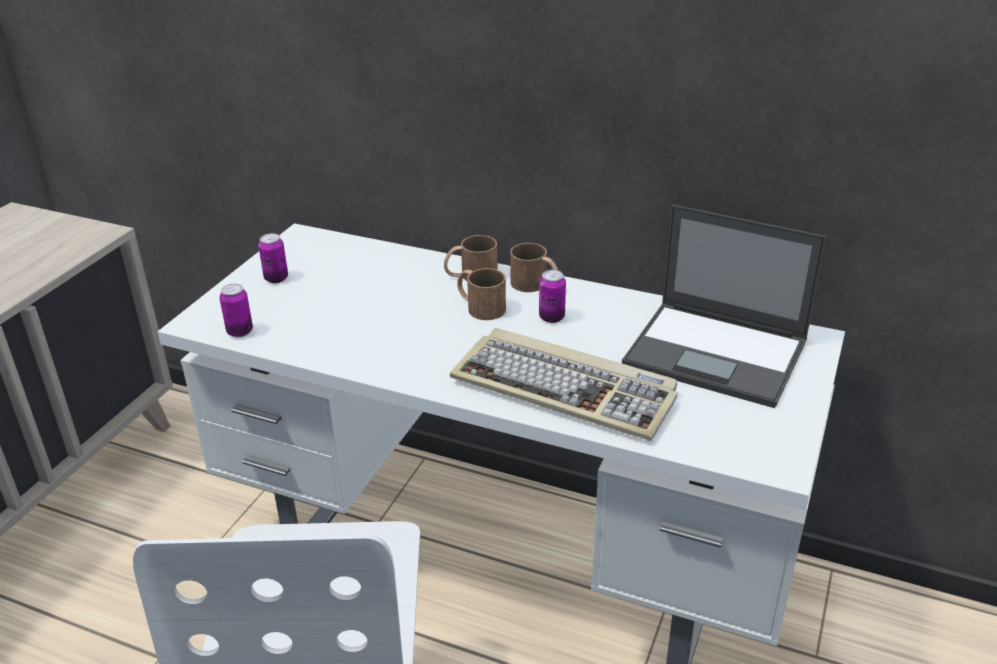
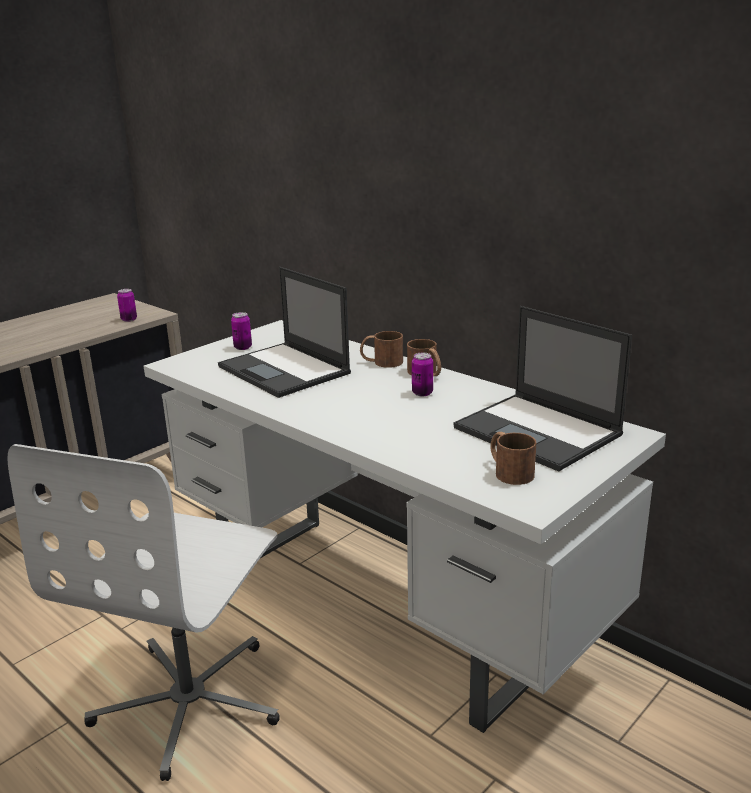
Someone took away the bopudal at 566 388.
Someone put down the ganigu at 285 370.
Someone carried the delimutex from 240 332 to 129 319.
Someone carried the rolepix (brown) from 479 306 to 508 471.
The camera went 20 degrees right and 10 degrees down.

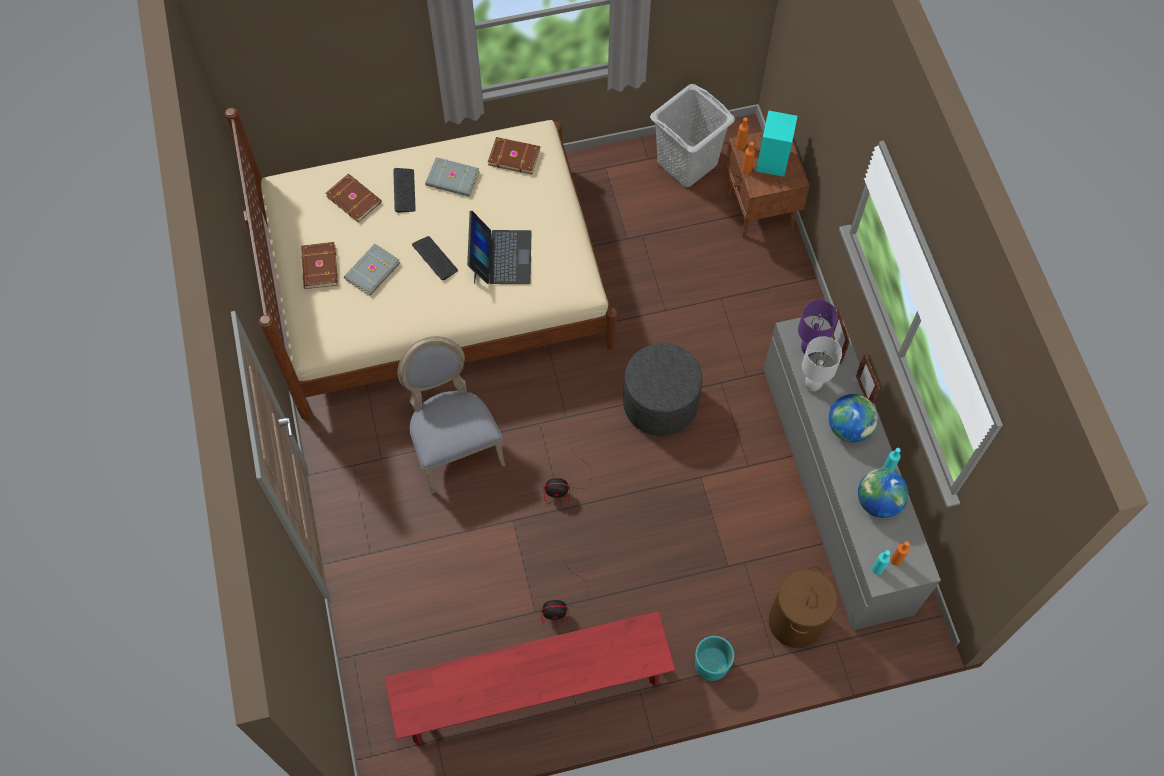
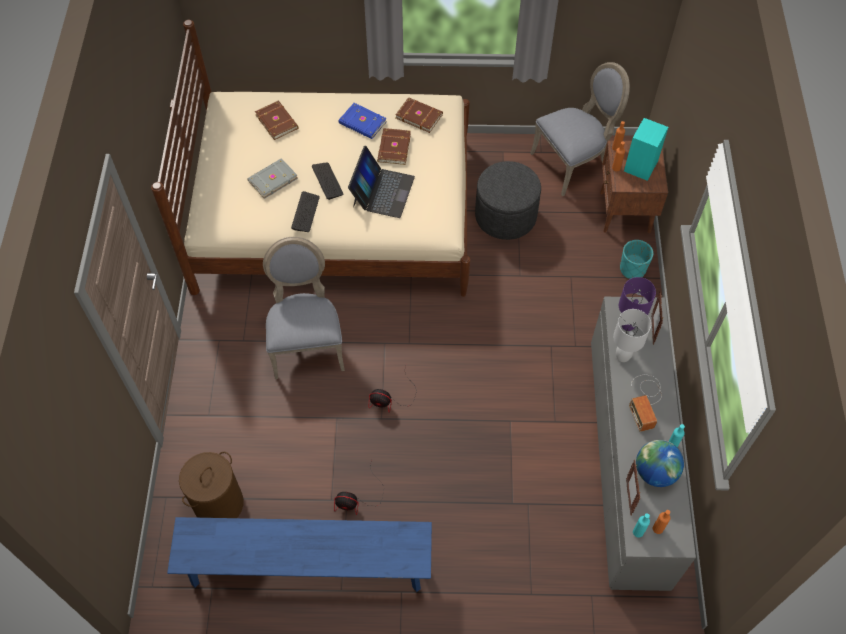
Someone carried the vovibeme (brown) from 318 267 to 393 148.
Someone carried the bopudal from 404 191 to 305 212.
Someone carried the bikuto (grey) from 660 403 to 505 216.
Someone carried the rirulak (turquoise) from 711 664 to 632 269.
Someone carried the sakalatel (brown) from 795 622 to 218 504.
Someone carried the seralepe from 863 392 to 628 497.
Someone swapped the sakalatel (grey) at 687 163 for the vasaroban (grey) at 573 162.
Someone swapped the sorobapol at 849 428 for the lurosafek at 645 401.
Someone repainted the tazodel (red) at 532 690, which became the tazodel (blue) at 307 567.
Someone repainted the vovibeme (grey) at 452 179, which became the vovibeme (blue) at 362 123.
The camera went 15 degrees right and 5 degrees down.

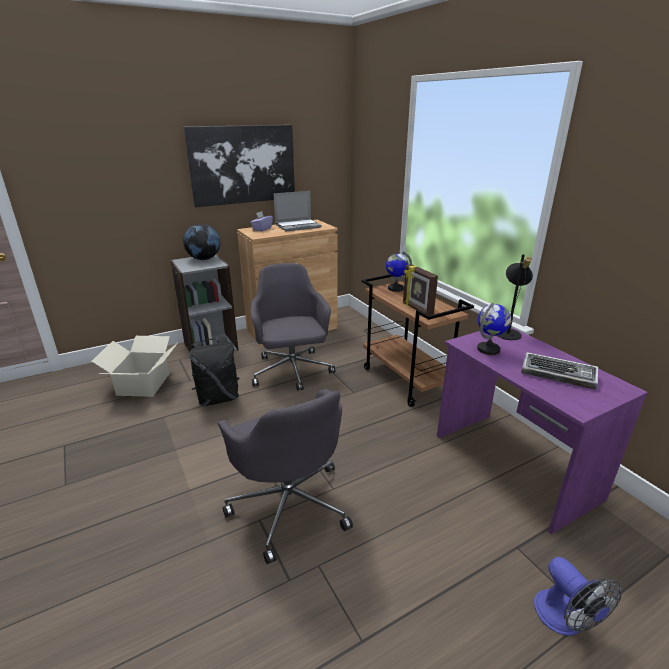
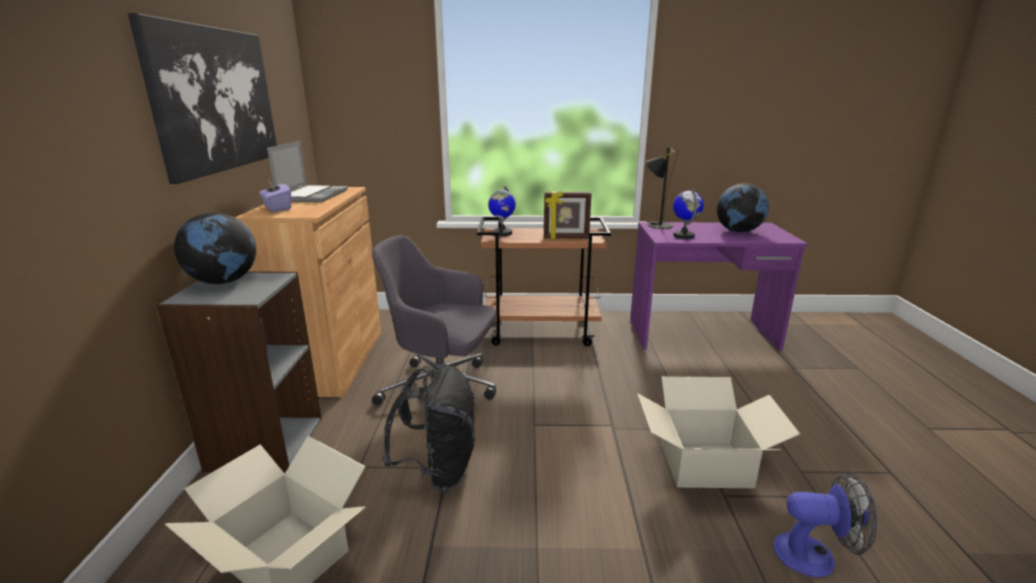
Someone carried the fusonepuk from 565 620 to 815 555.
Someone swapped the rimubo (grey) at 289 504 for the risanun at 705 465.
Someone swapped the bopudal at 559 375 for the sorobapol at 738 231.
The camera went 60 degrees left and 5 degrees down.

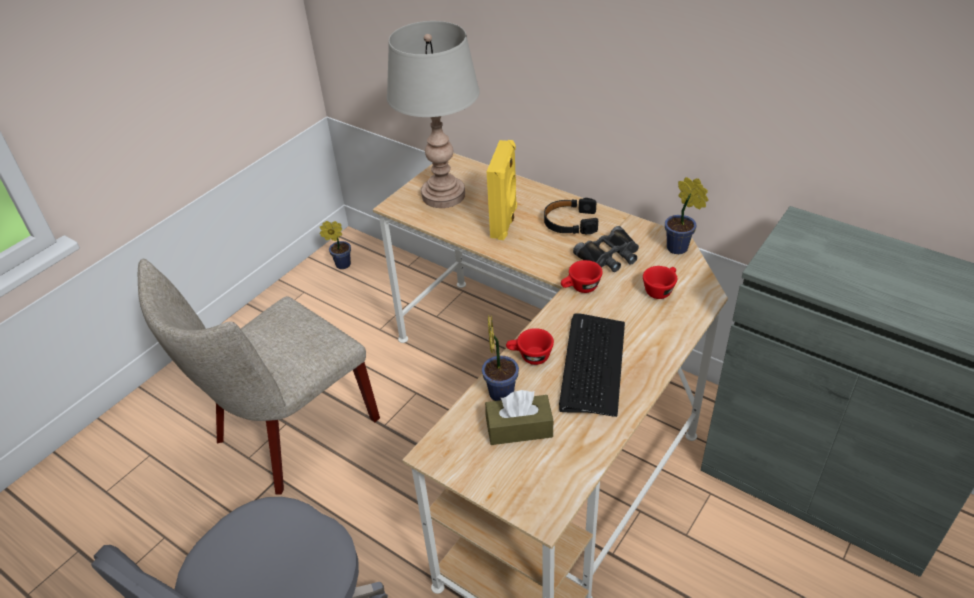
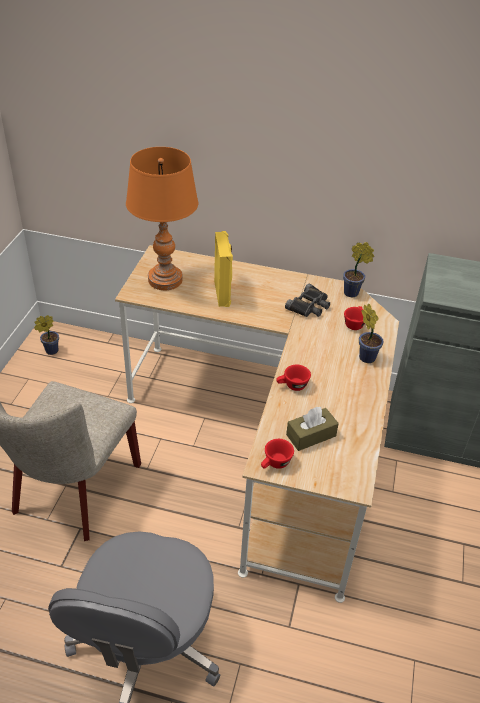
Someone took away the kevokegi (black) at 570 223.
Someone took away the bopudal at 592 364.
Someone carried the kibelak from 501 390 to 366 356.
Someone carried the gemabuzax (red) from 580 288 to 275 464.
Someone repainted the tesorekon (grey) at 443 195, which became the tesorekon (orange) at 165 280.
The camera went 25 degrees left and 0 degrees up.

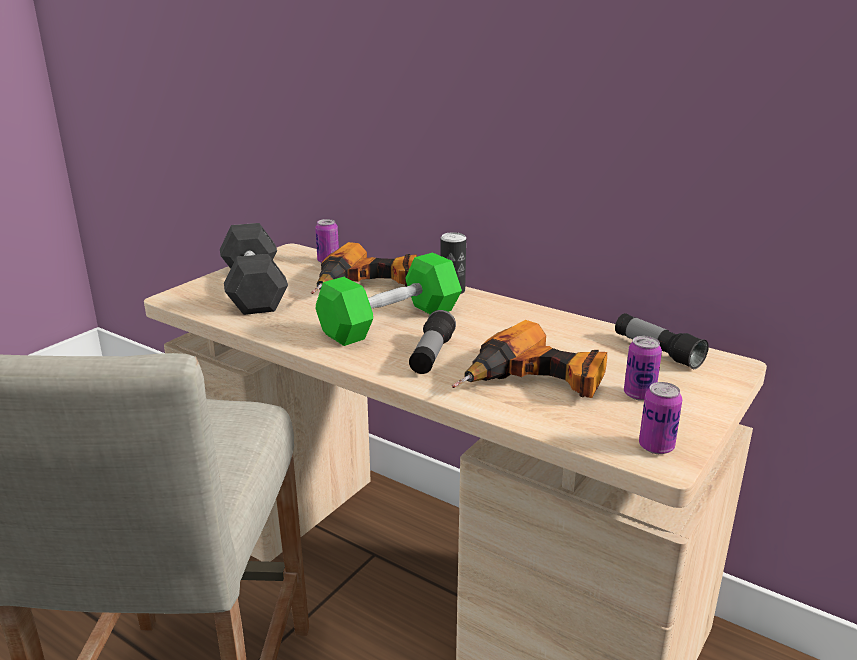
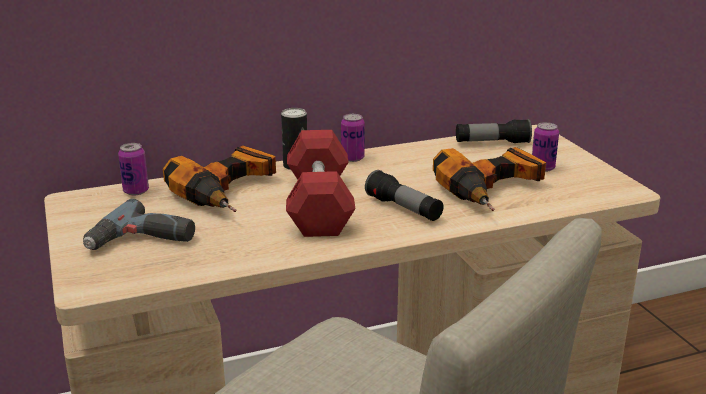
Someone carried the delimutex from 656 447 to 352 158.
Someone swapped the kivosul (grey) at 254 289 for the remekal at 142 241.
Someone repainted the kivosul (green) at 390 322, which became the kivosul (red) at 319 205.
The camera went 55 degrees left and 0 degrees up.

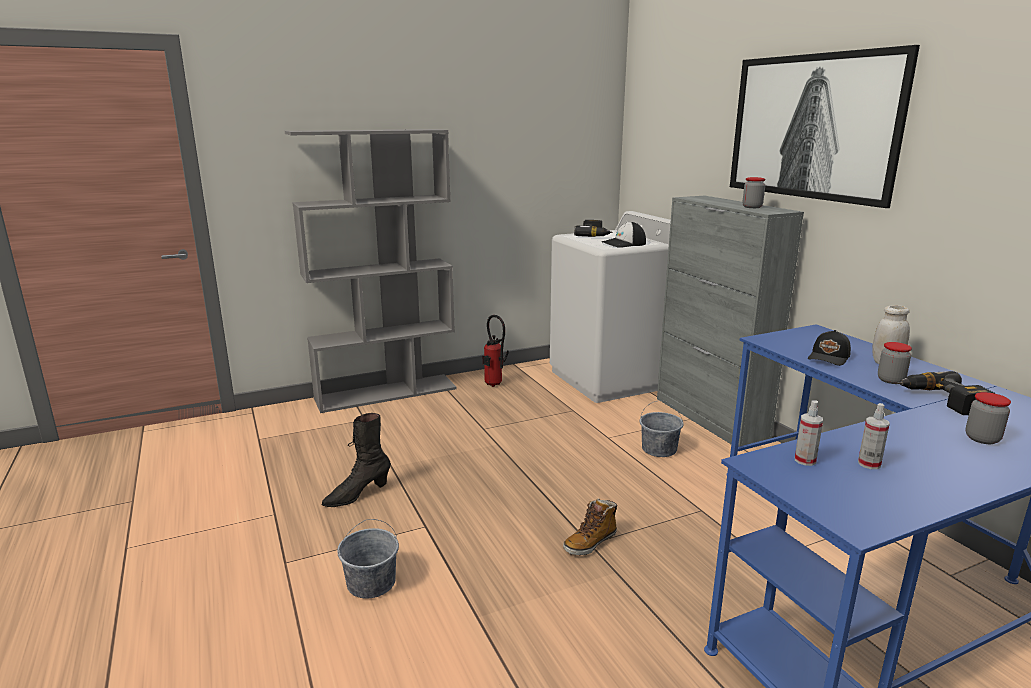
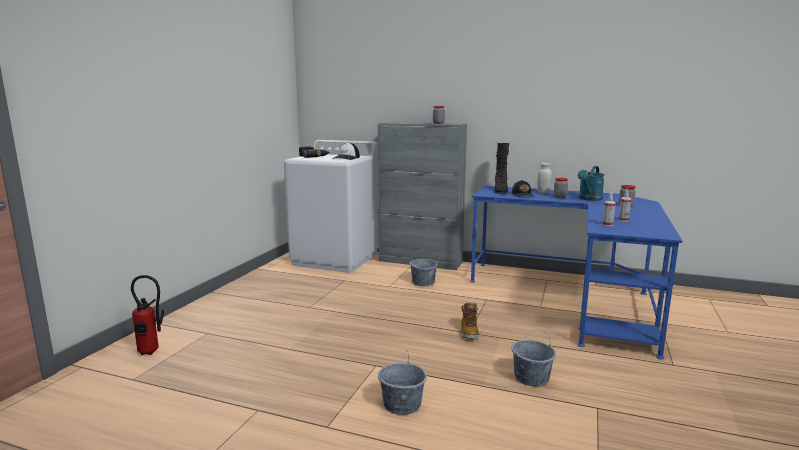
Someone took away the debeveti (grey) at 386 393.
Someone took away the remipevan at 813 127.
Someone put down the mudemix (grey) at 531 377.
Someone carried the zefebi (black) from 357 495 to 500 191.
Someone carried the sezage from 494 385 to 151 353.
Someone swapped the remekal at 941 401 for the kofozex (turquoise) at 589 199.
The camera went 45 degrees left and 5 degrees down.

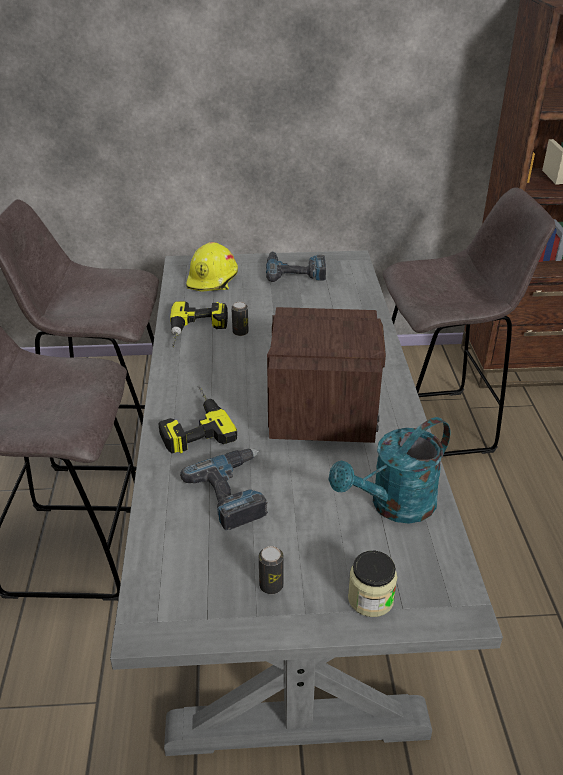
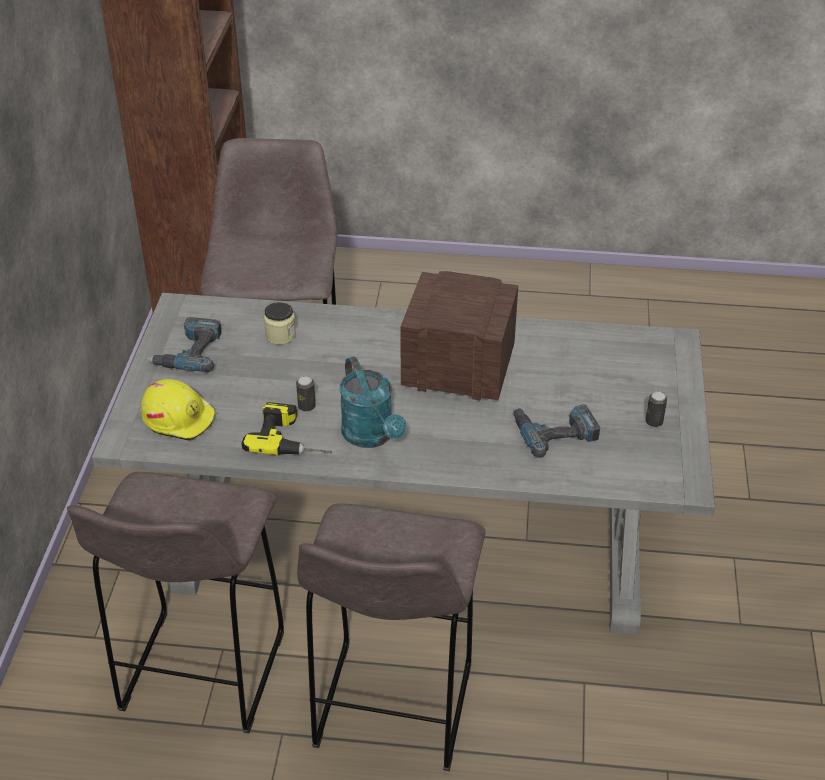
Someone took away the remekal at 191 424.
Someone carried the kofozex (turquoise) from 394 506 to 372 436.
Someone carried the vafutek from 370 599 to 280 335.
The camera went 80 degrees left and 5 degrees up.

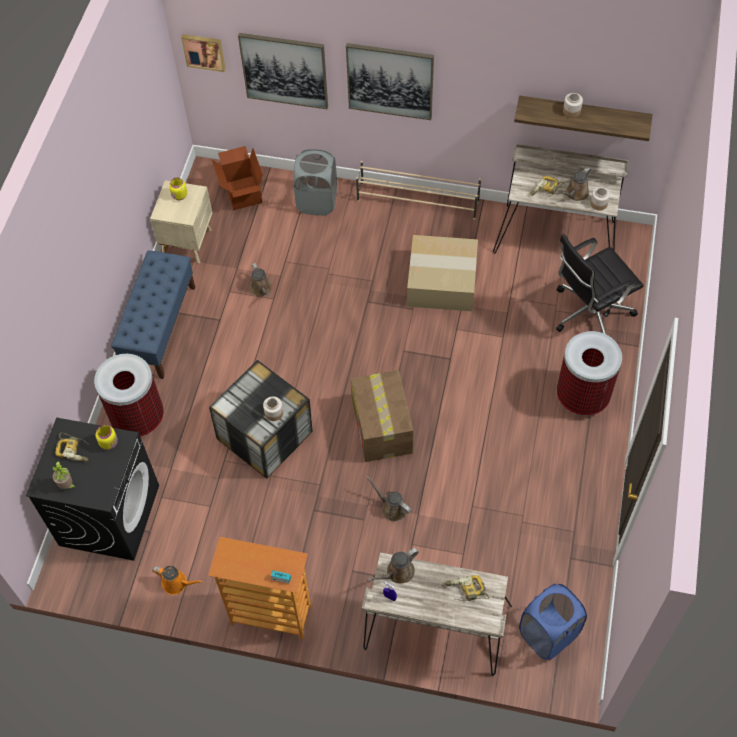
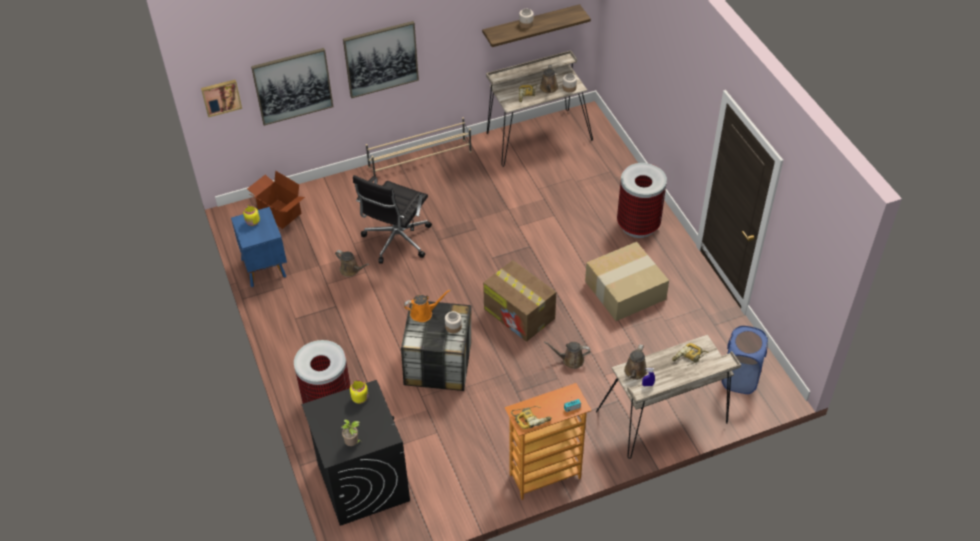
Someone took away the tazodel (blue) at 160 328.
Someone took away the sakalatel (grey) at 317 201.
Someone carried the remekal from 74 450 to 531 418.
Someone carried the kofozex (orange) from 177 583 to 424 313.
Someone carried the risanun from 443 281 to 625 289.
Someone carried the rimubo (black) from 589 313 to 396 240.
Someone repainted the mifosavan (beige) at 188 242, which became the mifosavan (blue) at 264 267.
The camera went 35 degrees left and 10 degrees down.

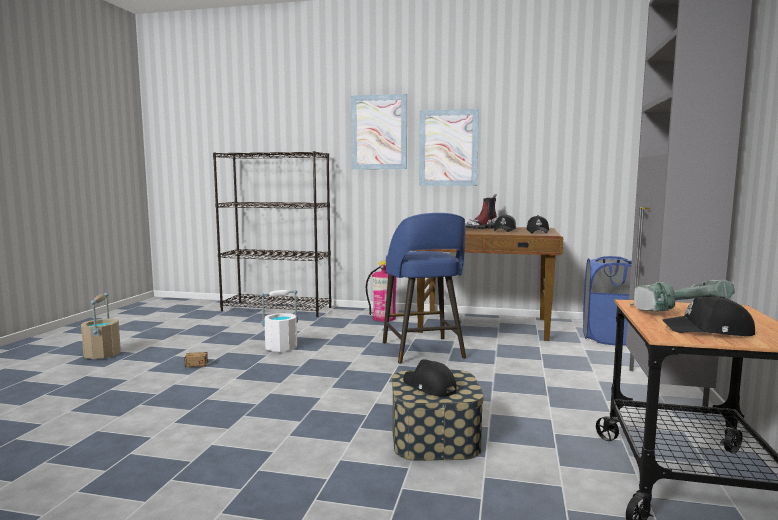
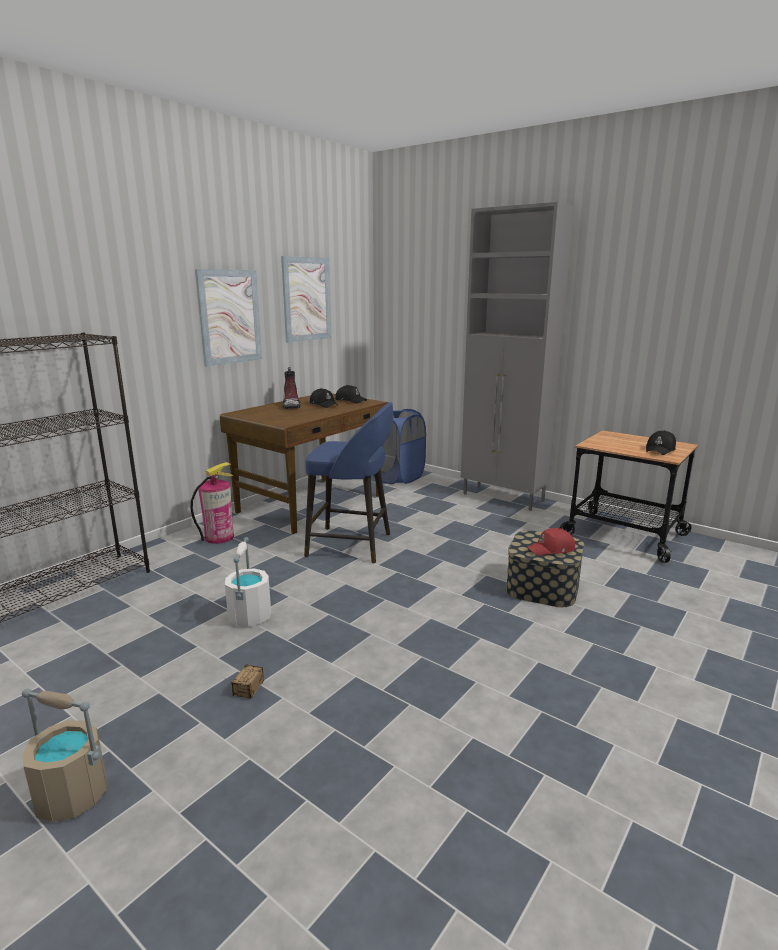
Someone took away the remekal at 677 311.
Someone carried the remipevan from 379 132 to 306 299.
Someone repainted the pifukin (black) at 429 387, which became the pifukin (red) at 551 549.
The camera went 65 degrees left and 10 degrees up.

